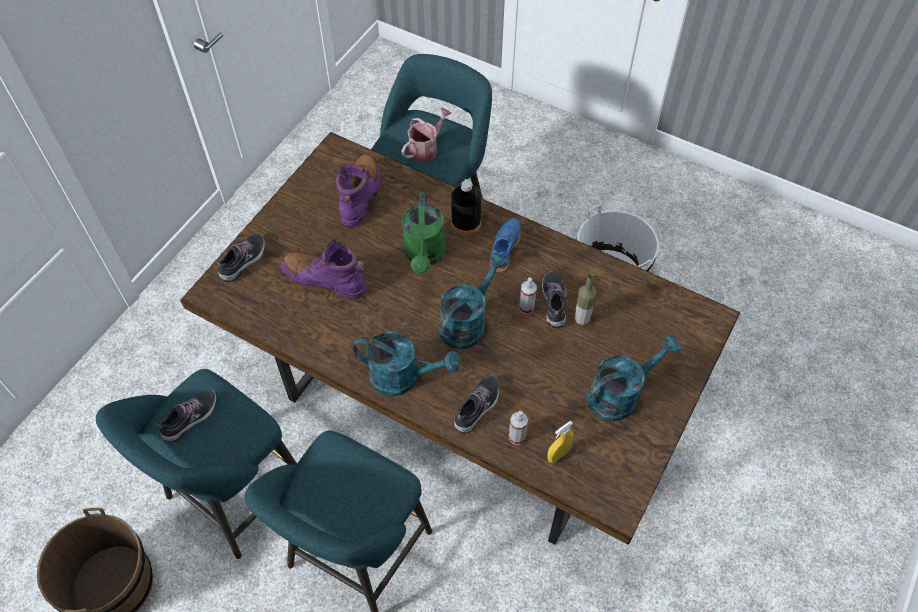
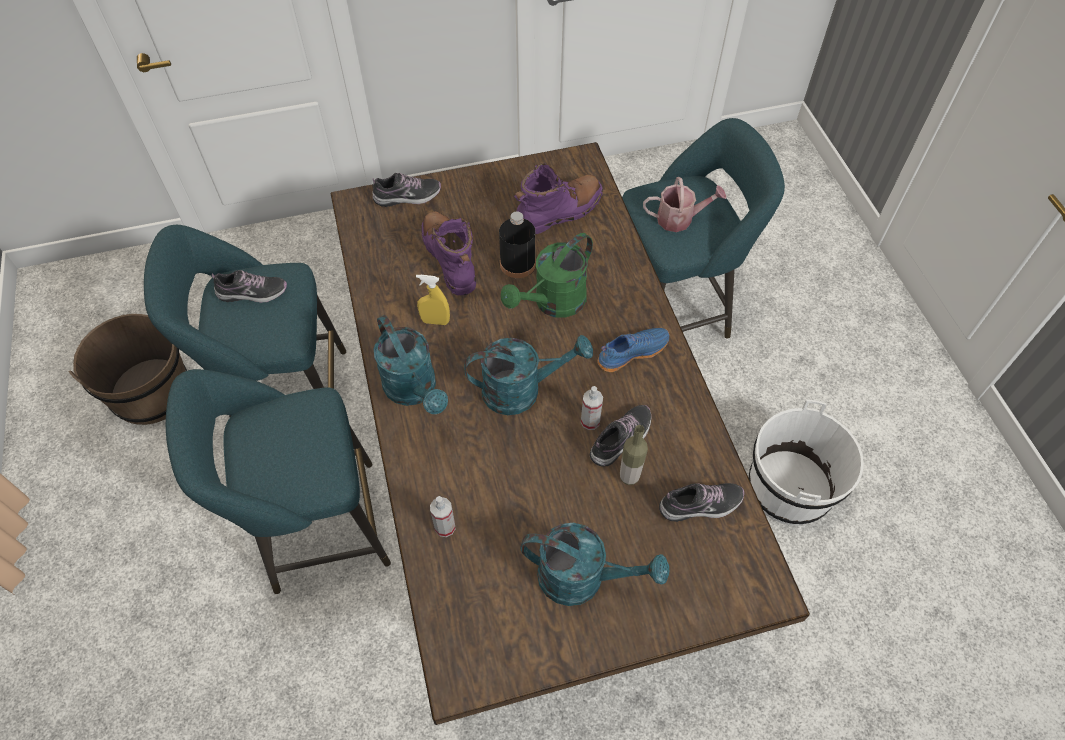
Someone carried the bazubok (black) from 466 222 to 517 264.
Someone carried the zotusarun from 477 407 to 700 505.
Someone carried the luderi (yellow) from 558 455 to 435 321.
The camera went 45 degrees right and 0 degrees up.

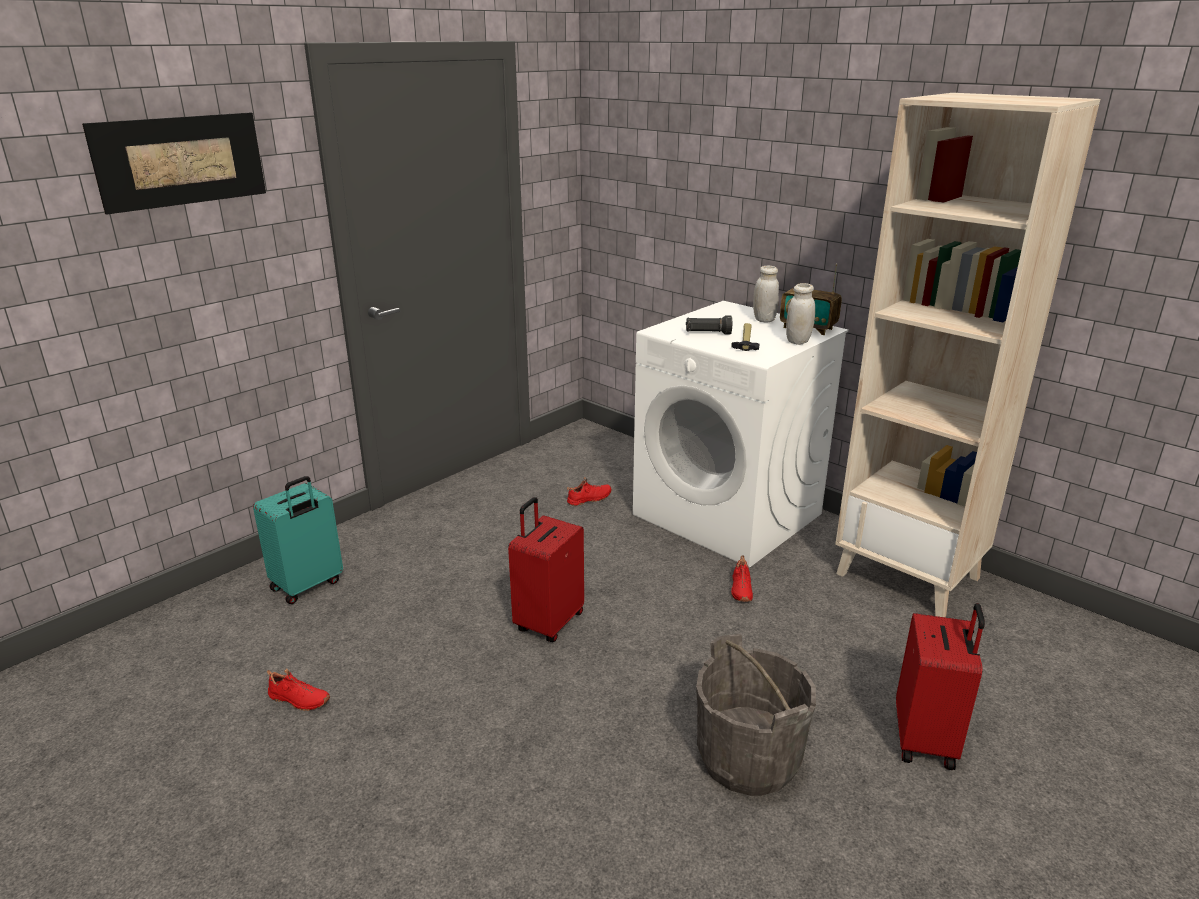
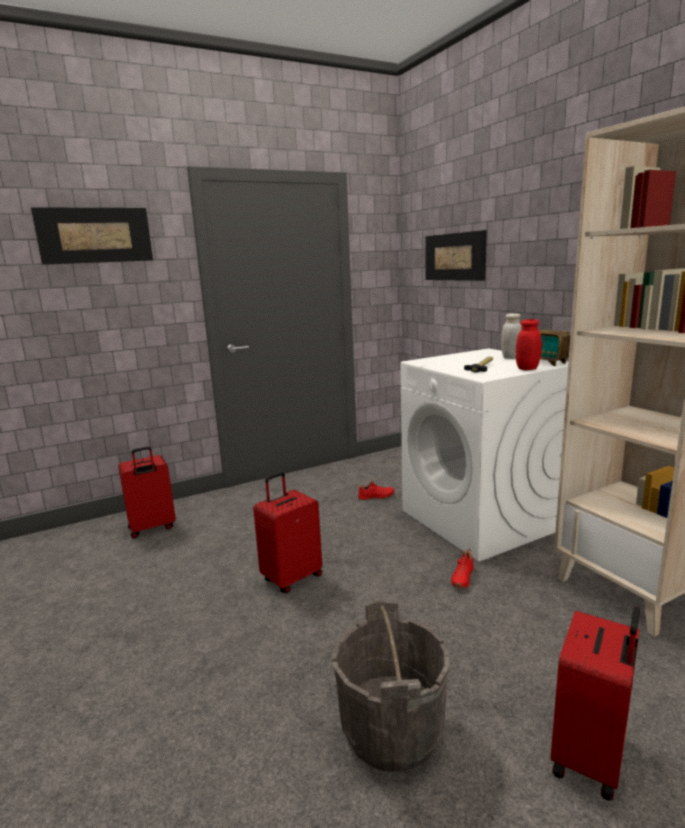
Someone took away the zotusarun (red) at 298 700.
Someone took away the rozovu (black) at 708 333.
Someone put up the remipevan at 454 257.
Someone repainted the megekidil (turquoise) at 307 586, which became the megekidil (red) at 152 528.
Someone repainted the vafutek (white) at 798 341, which became the vafutek (red) at 527 369.
The camera went 20 degrees right and 10 degrees down.

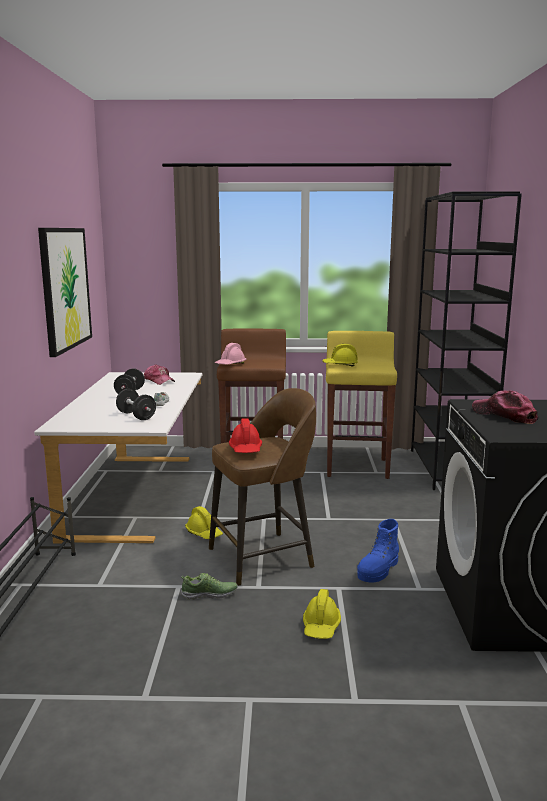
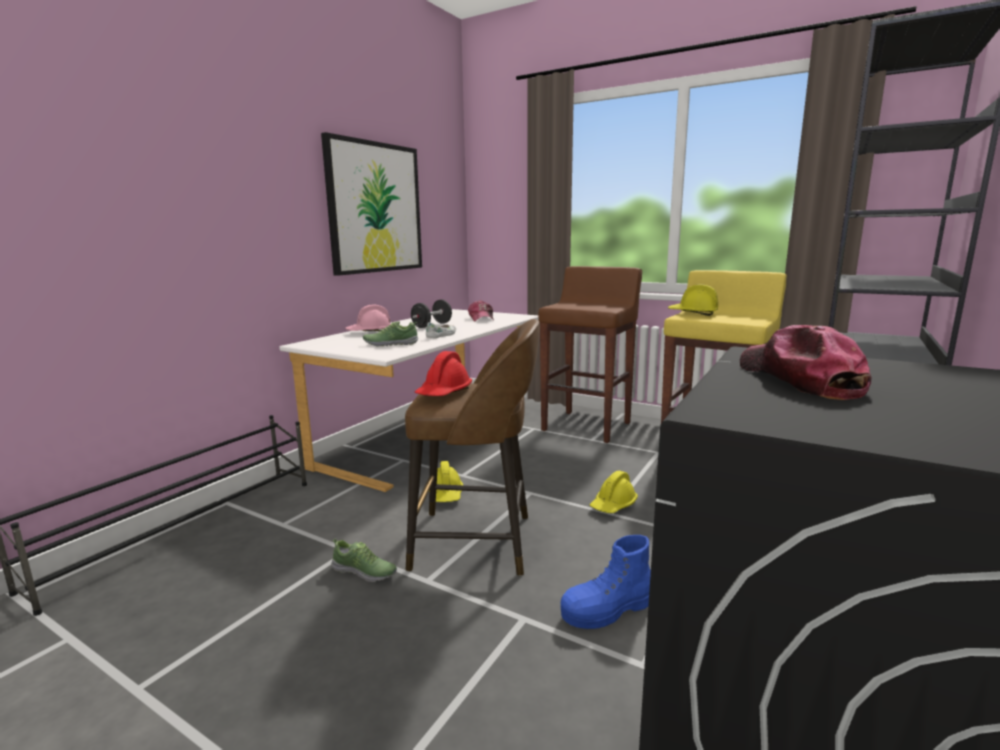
Someone carried the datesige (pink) from 230 364 to 369 332.
Someone carried the datesige (yellow) from 321 626 to 613 505.
Someone swapped the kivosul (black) at 136 416 for the zotusarun at 391 344.
The camera went 30 degrees right and 0 degrees up.

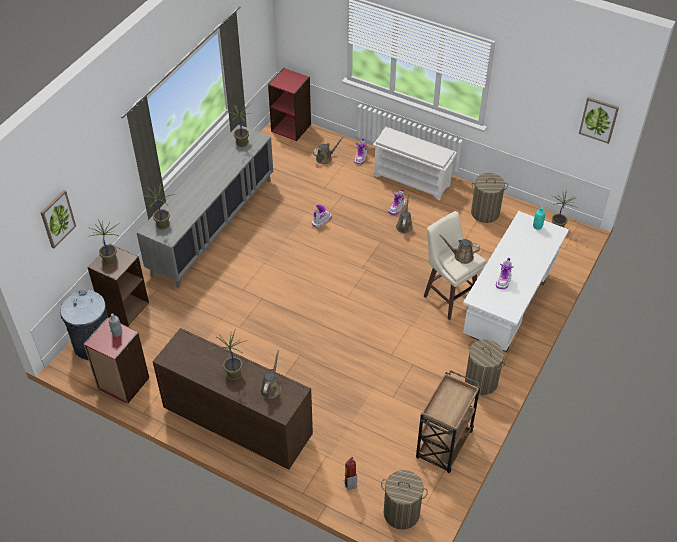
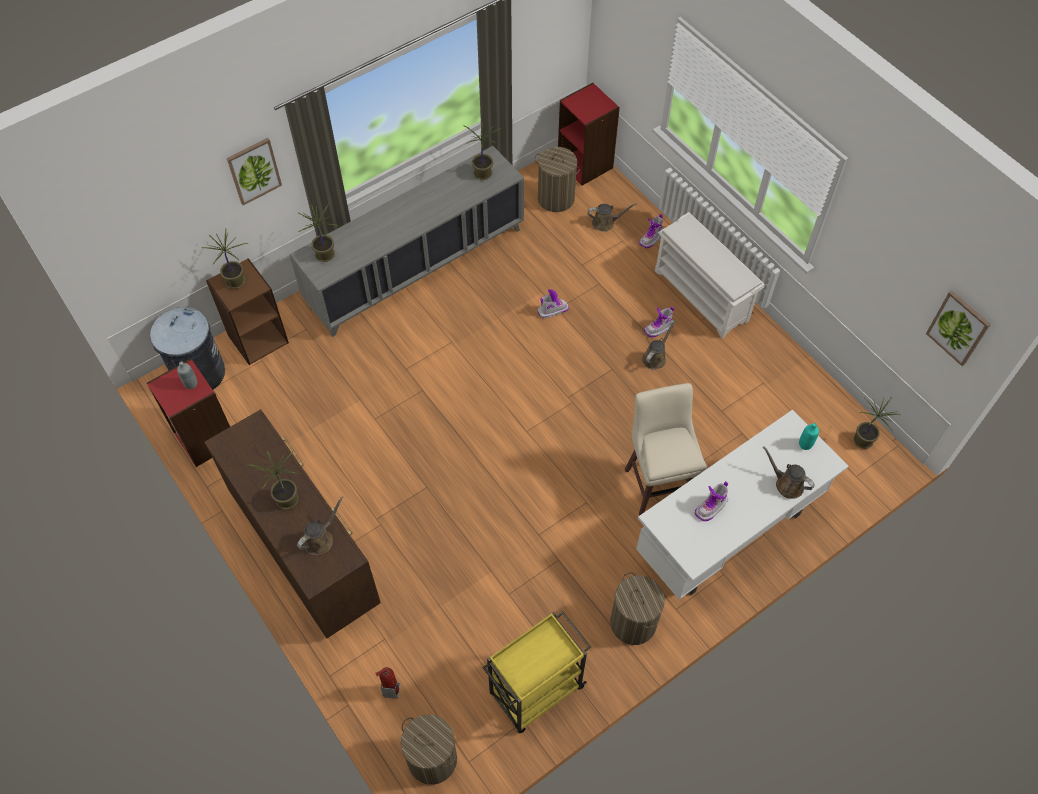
Someone carried the remipevan from 57 218 to 254 171.
Someone carried the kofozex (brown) from 461 256 to 786 484.
Someone carried the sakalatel from 485 213 to 555 198.
Someone repainted the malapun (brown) at 444 446, which became the malapun (yellow) at 535 691.
The camera went 25 degrees right and 10 degrees up.

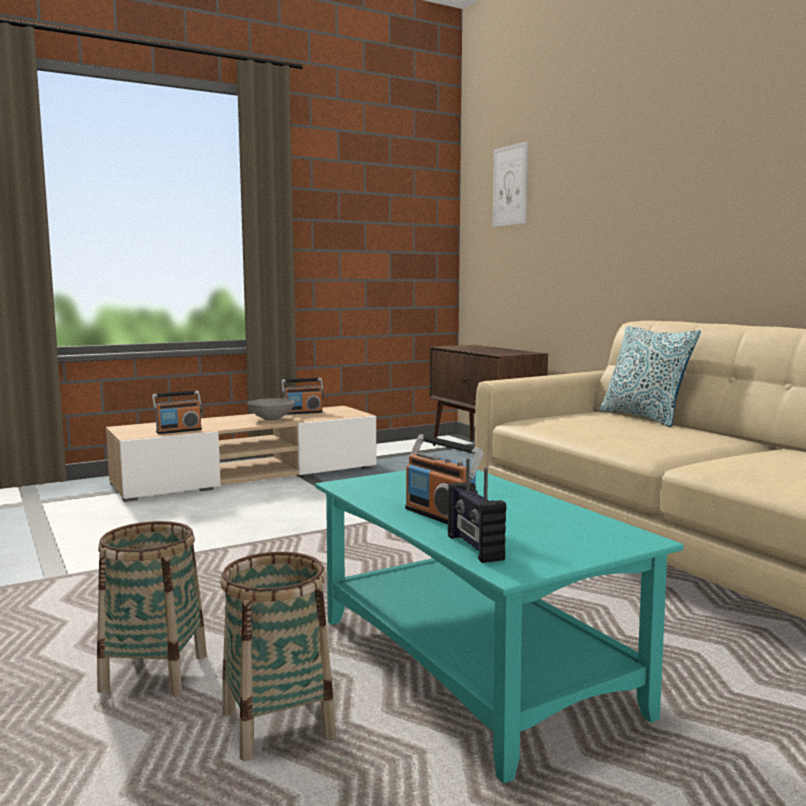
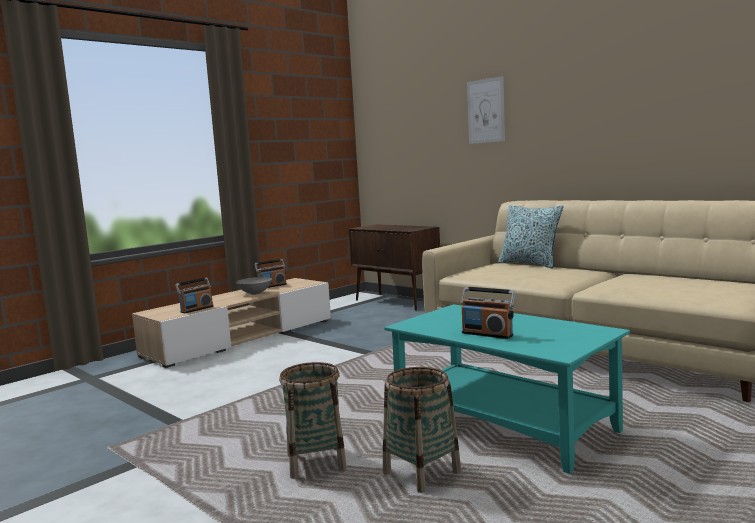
Someone took away the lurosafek at 474 547.
Someone carried the remipevan from 510 185 to 486 111.
The camera went 15 degrees left and 0 degrees up.

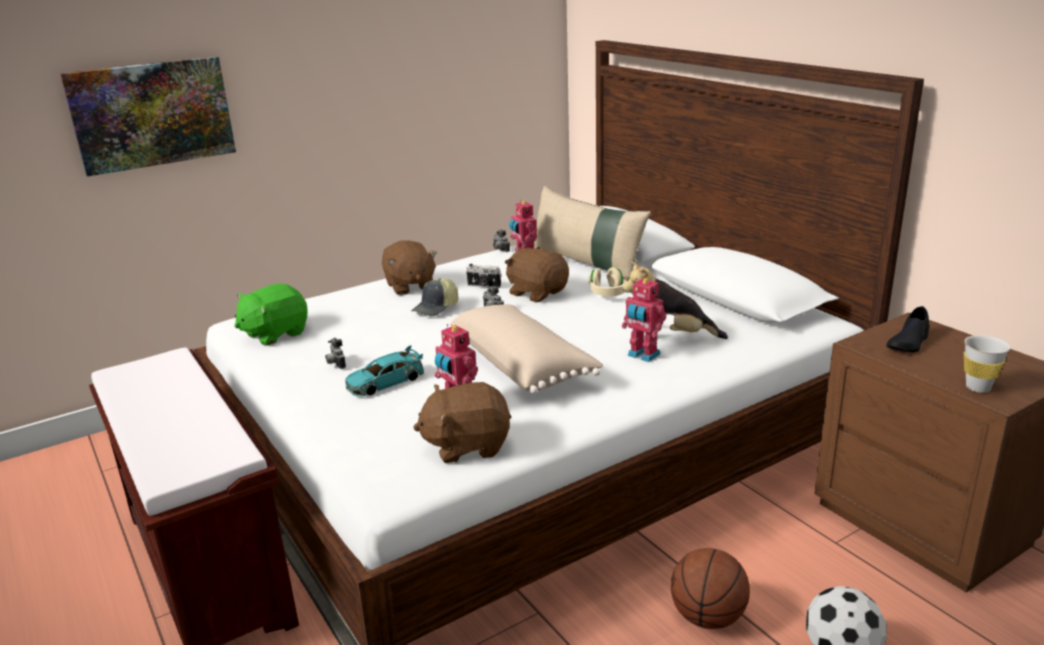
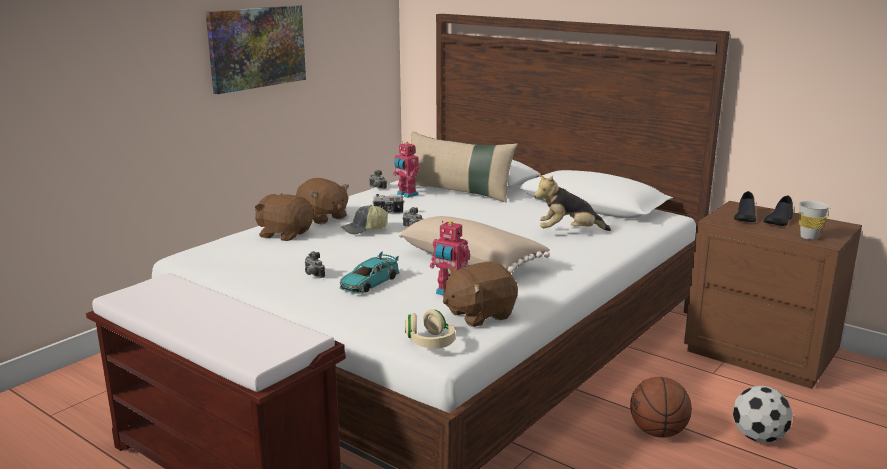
Someone took away the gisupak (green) at 274 334.
Someone took away the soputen at 642 355.
Someone put down the zotusarun (black) at 778 221.
Someone carried the remipevan from 152 114 to 256 47.
Someone carried the gisupak (brown) from 537 293 to 285 234.
Someone carried the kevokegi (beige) from 607 293 to 430 342.
Someone rotated the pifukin at 436 308 by 45 degrees clockwise.
The camera went 20 degrees left and 5 degrees down.

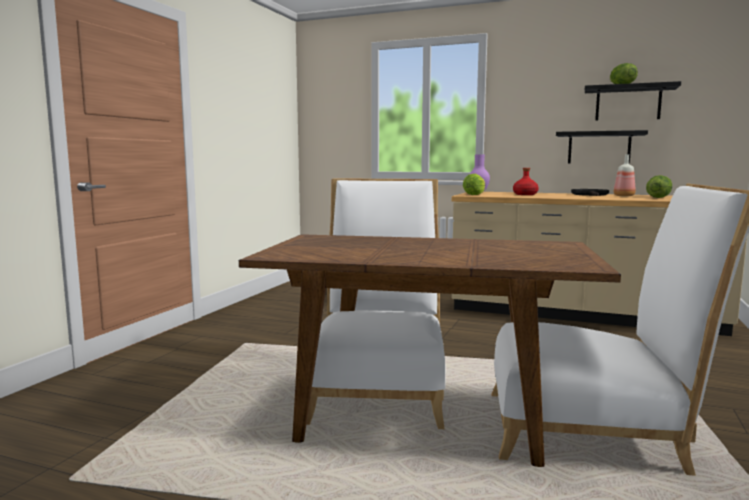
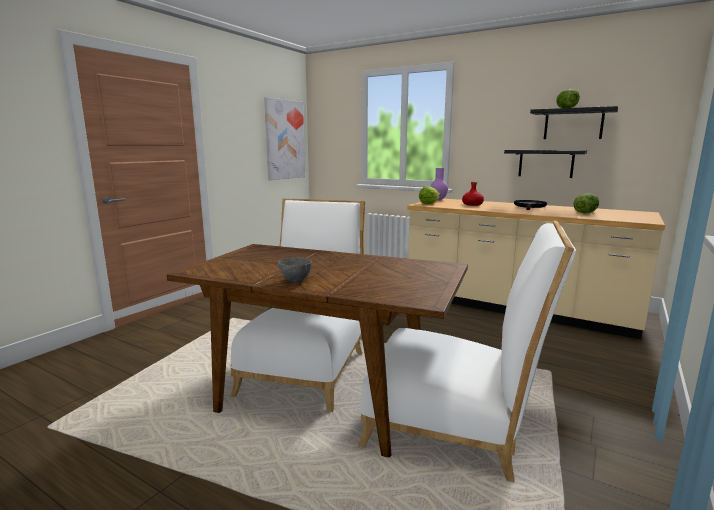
Someone took away the bazubok at 624 196.
Someone put up the remipevan at 284 140.
Someone put down the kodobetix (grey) at 295 281.
The camera went 10 degrees right and 5 degrees up.

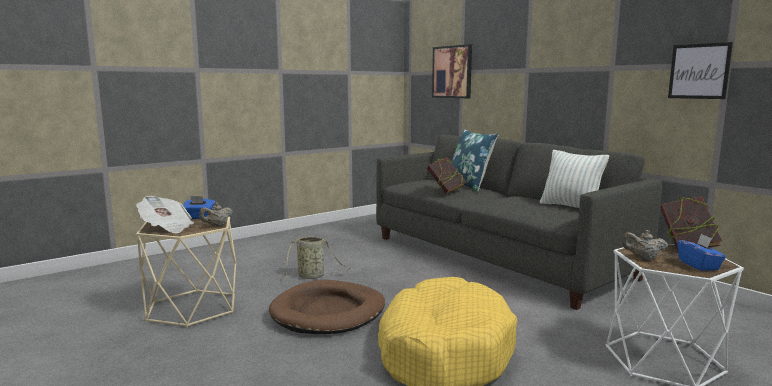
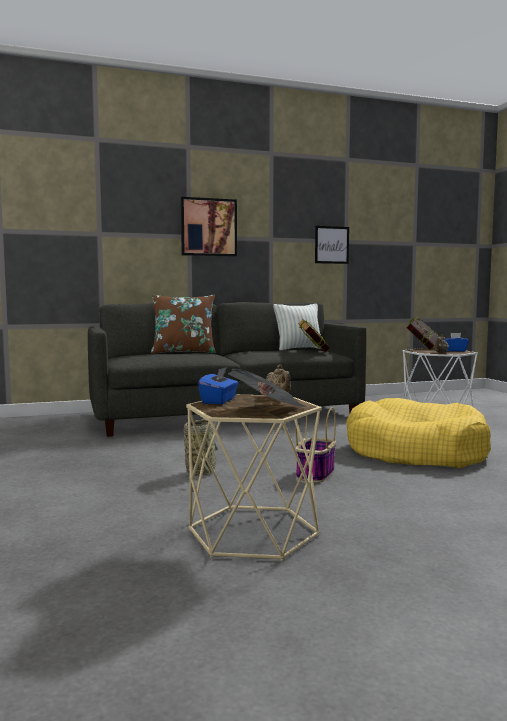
Someone carried the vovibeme from 446 191 to 313 351.
Someone carried the remipevan from 452 72 to 208 227.
Someone swapped the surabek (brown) at 328 312 for the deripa at 315 474.
Someone repainted the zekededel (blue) at 469 186, which became the zekededel (brown) at 183 352.
The camera went 70 degrees left and 5 degrees down.

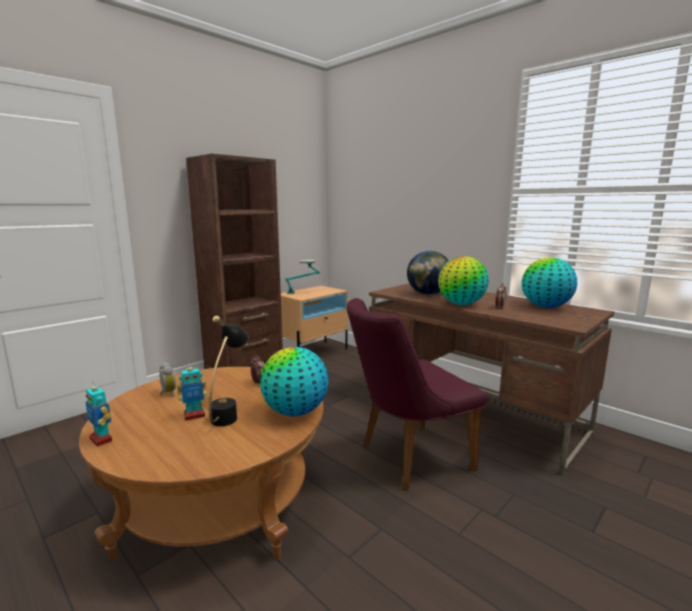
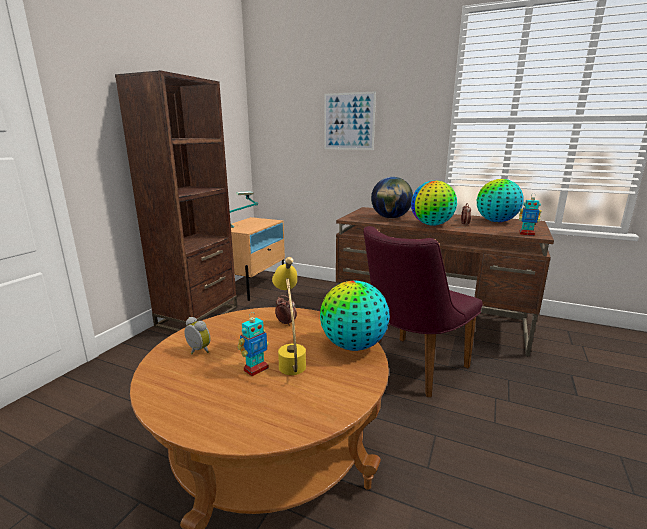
Someone put up the remipevan at 349 121.
Someone carried the soputen from 101 439 to 526 234.
Someone repainted the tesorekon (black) at 229 413, which became the tesorekon (yellow) at 290 359.
The camera went 20 degrees left and 5 degrees up.

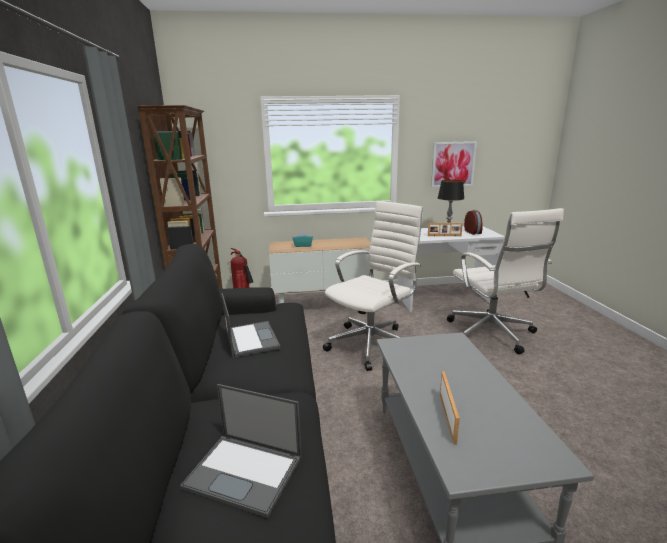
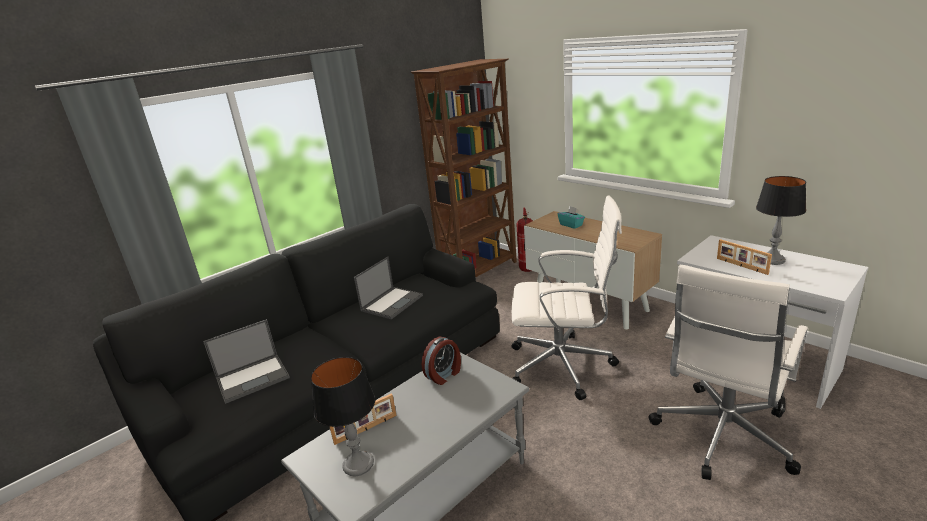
Someone took away the remipevan at 453 164.
Someone put down the tesorekon at 358 464.
Someone carried the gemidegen from 473 232 to 444 375.
Someone rotated the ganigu at 245 472 by 105 degrees counterclockwise.
The camera went 55 degrees right and 5 degrees up.

